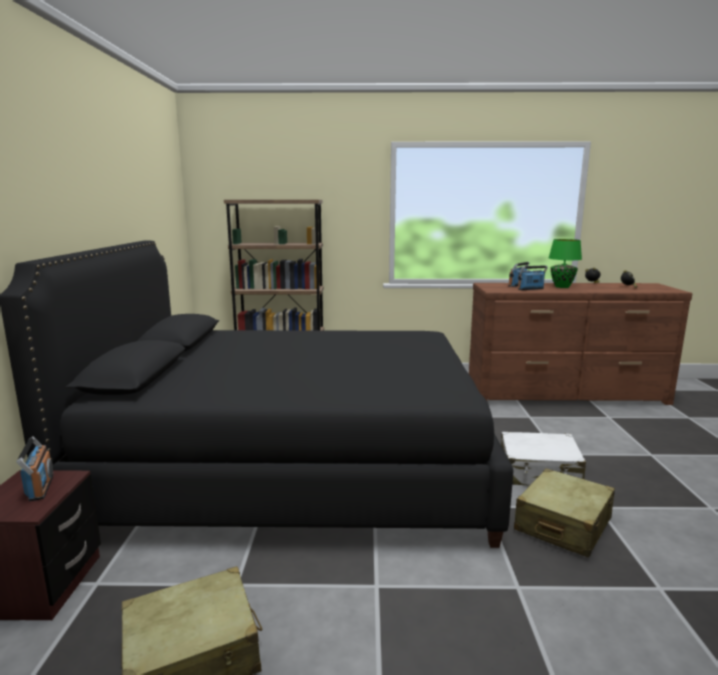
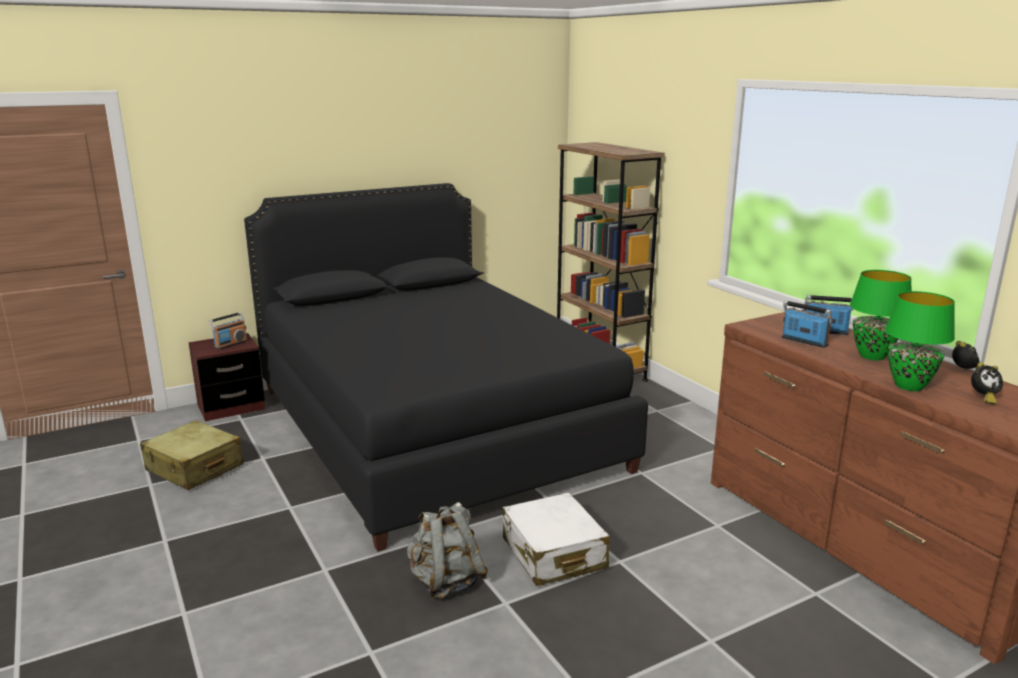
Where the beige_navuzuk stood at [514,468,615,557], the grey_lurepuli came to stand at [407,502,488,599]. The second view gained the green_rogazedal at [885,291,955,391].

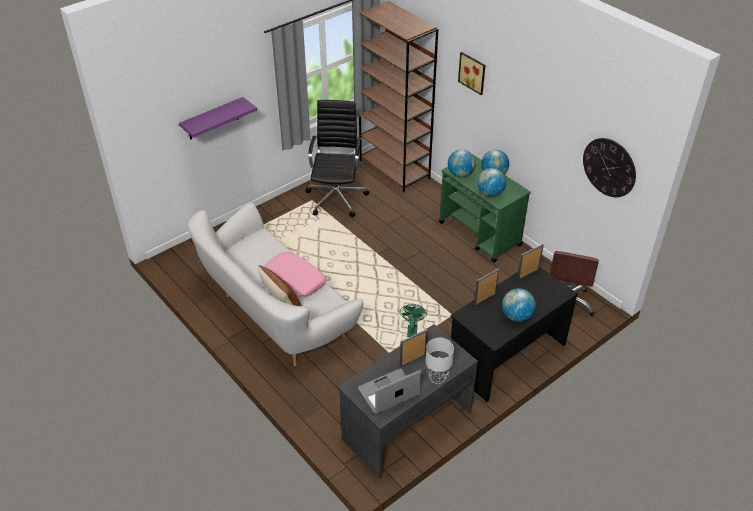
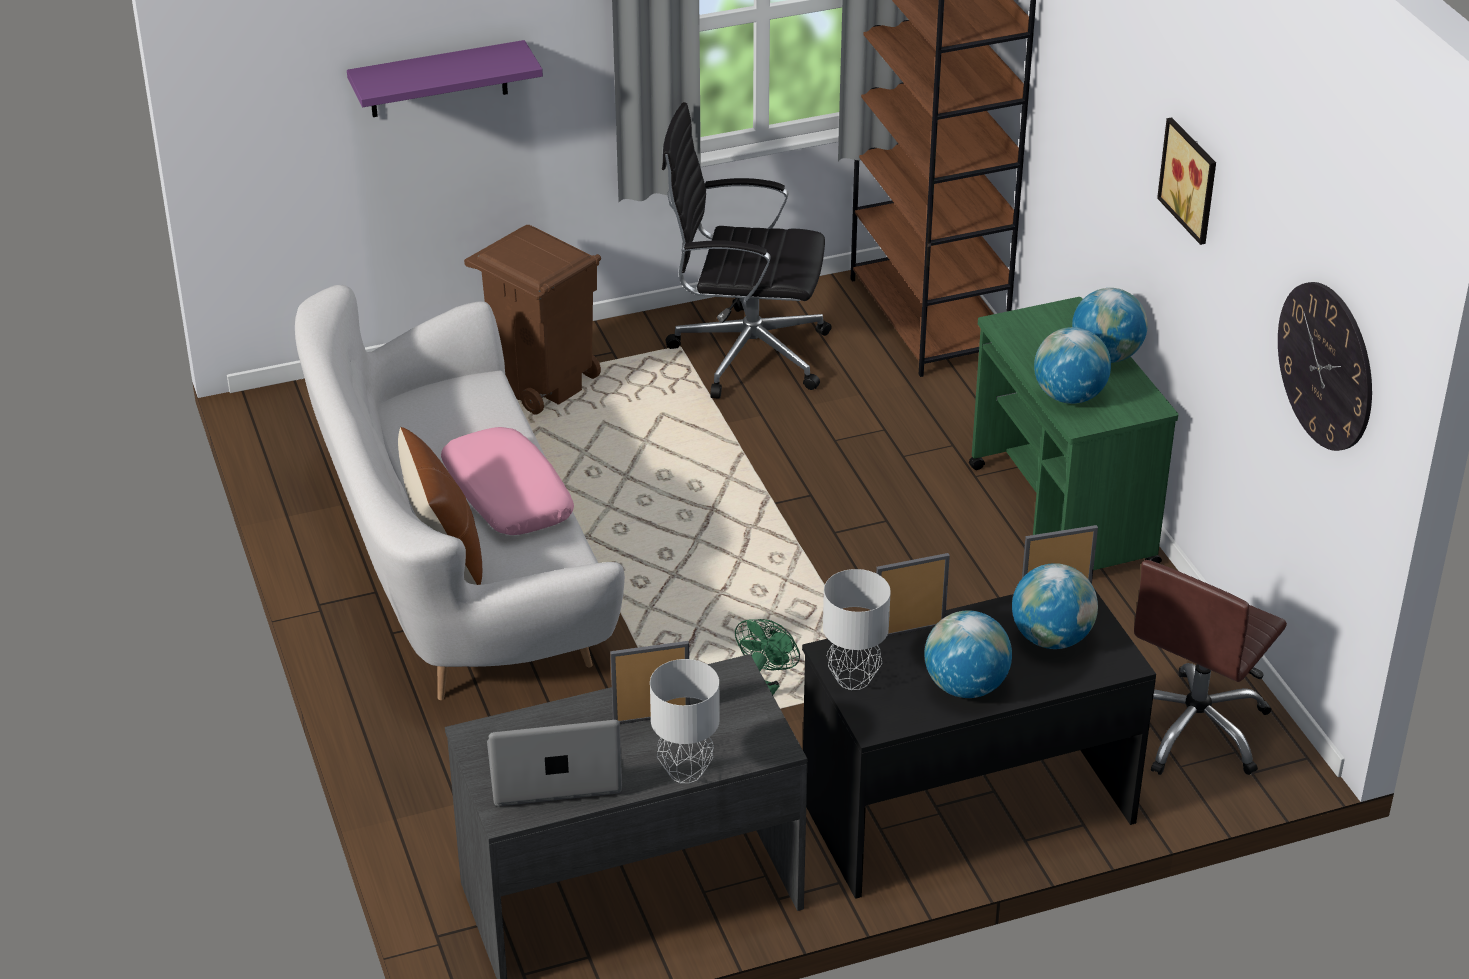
The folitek ended up elsewhere, having gone from [458,52,485,95] to [1157,117,1216,245]. The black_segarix at [306,100,369,217] ended up facing another way, 105 degrees counterclockwise from before. The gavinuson ended up elsewhere, having gone from [448,149,476,178] to [1012,563,1098,649]. The second view gained the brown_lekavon at [464,225,601,415]. The second view gained the grey_rogazedal at [823,569,891,690].

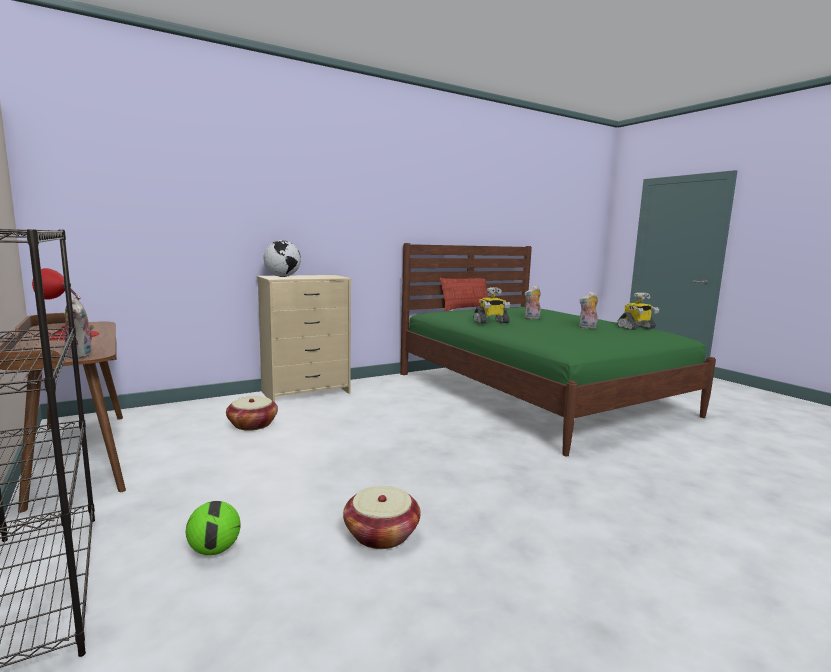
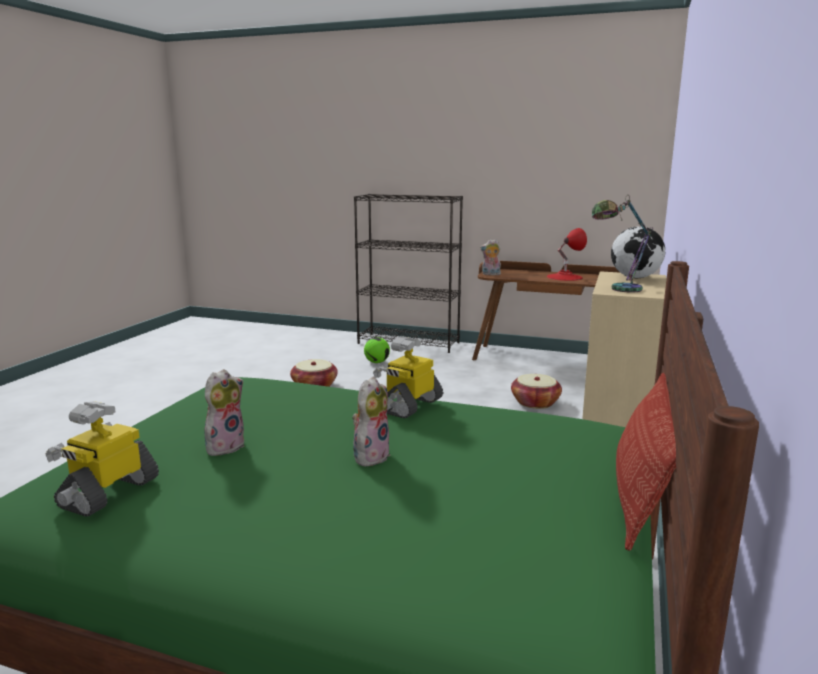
The second view gained the rogazedal at [592,195,653,293].

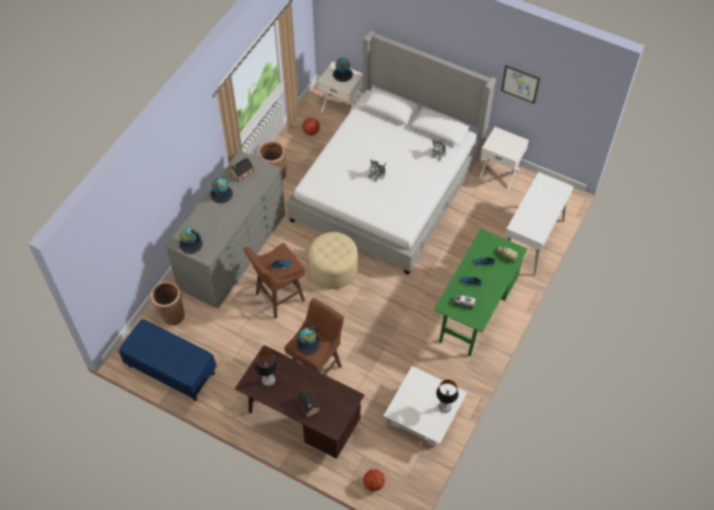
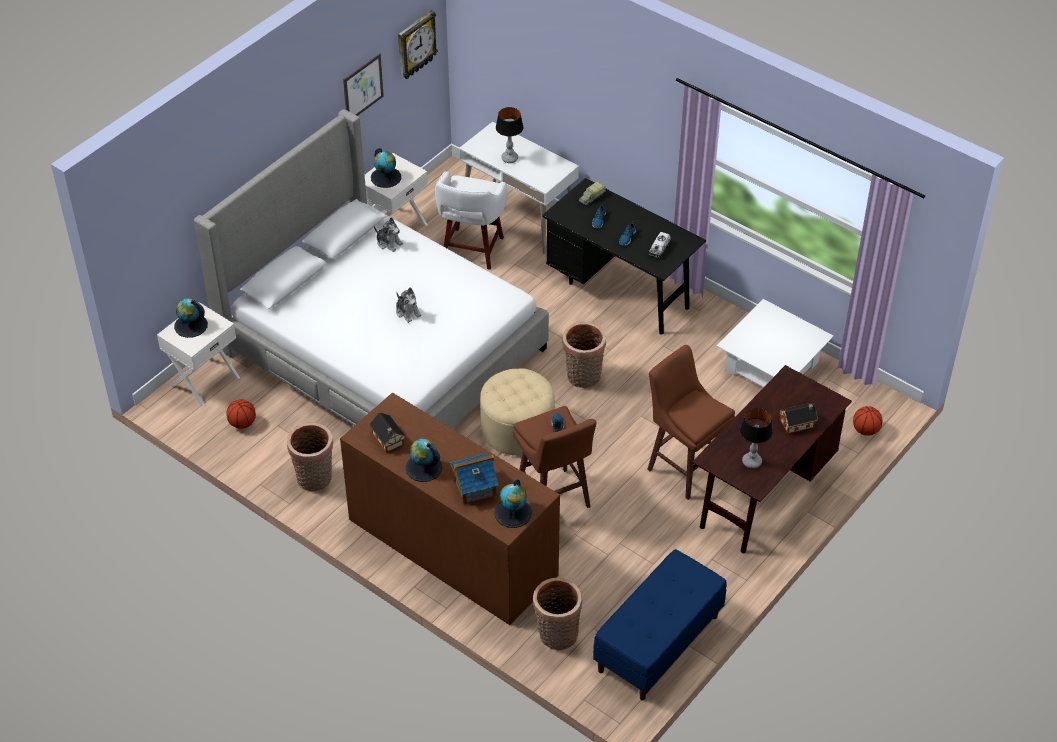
What was the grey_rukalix at [166,151,285,309] turned into the brown_rukalix at [340,393,560,625]. What was the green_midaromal at [434,229,528,357] turned into the black_midaromal at [542,178,706,335]. The gavinuson ended up elsewhere, having gone from [296,326,321,355] to [371,148,401,188]. The rogazedal ended up elsewhere, having gone from [436,380,459,413] to [496,107,524,163]. The second view gained the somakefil at [398,10,438,79]. The second view gained the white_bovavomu at [435,171,508,270]. The second view gained the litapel at [562,322,606,388]. The second view gained the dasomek at [450,453,498,505].

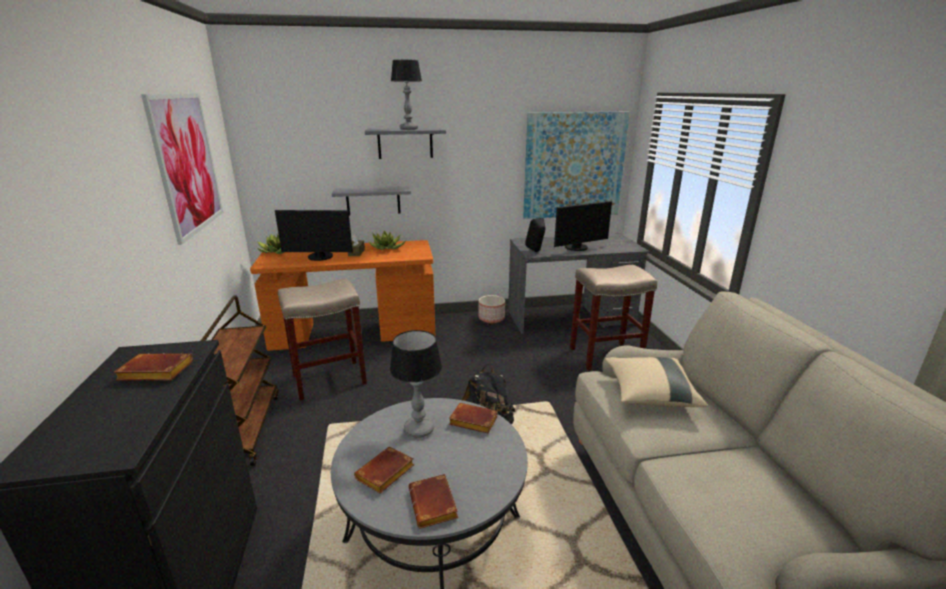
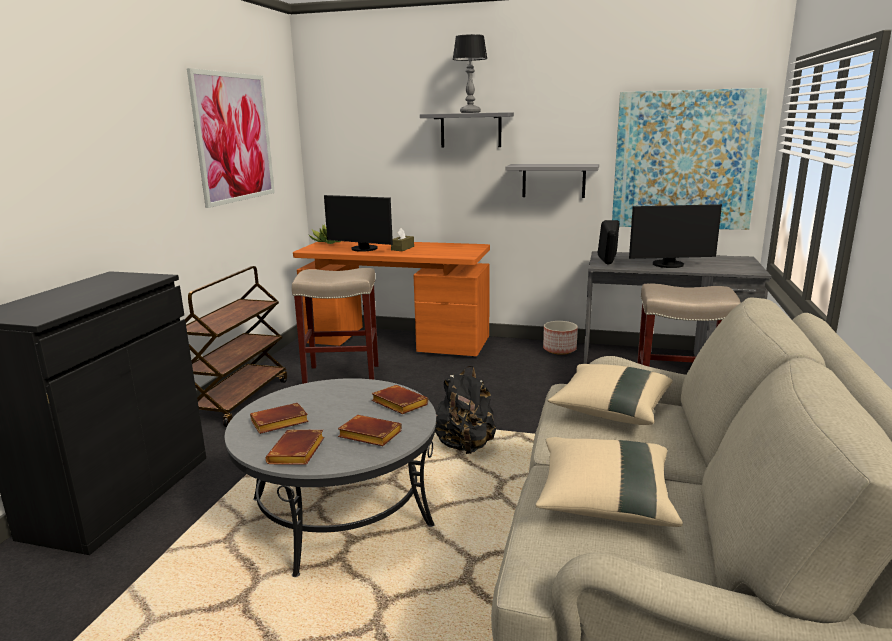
The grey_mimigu ended up elsewhere, having gone from [332,186,411,216] to [505,164,599,198]. The second view lost the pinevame at [368,230,405,250]. The second view lost the rogazedal at [390,330,442,438]. The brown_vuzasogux ended up elsewhere, having gone from [114,353,193,381] to [338,415,402,446]. The second view gained the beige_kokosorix at [536,437,683,527].

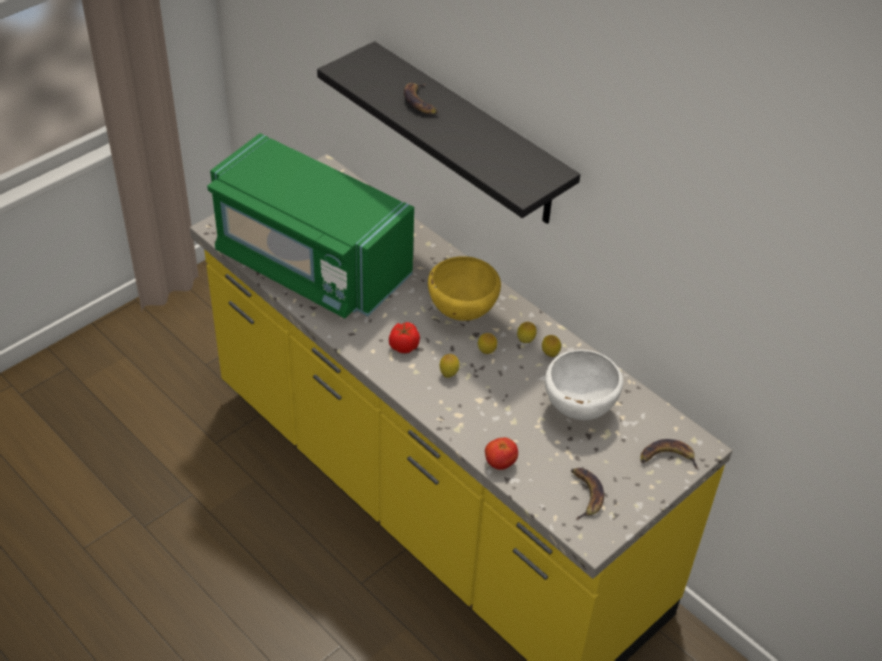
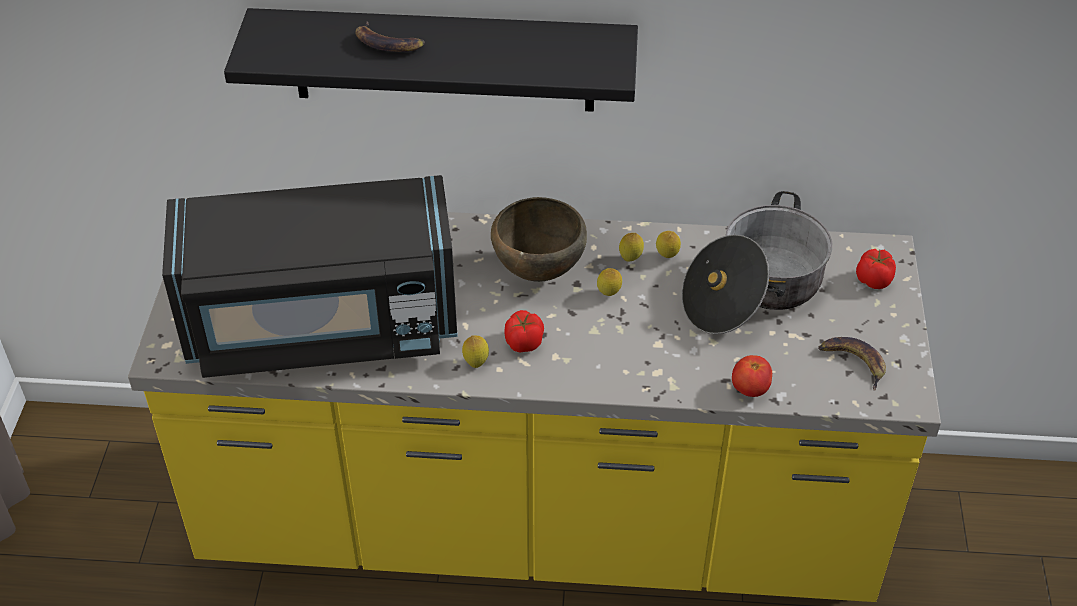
What was the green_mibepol at [207,133,414,318] turned into the black_mibepol at [162,175,458,378]. What was the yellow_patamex at [428,256,501,321] turned into the brown_patamex at [491,197,587,282]. Where the white_patamex stood at [545,350,623,420], the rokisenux came to stand at [682,191,832,334]. The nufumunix ended up elsewhere, having gone from [440,353,460,378] to [462,336,489,368]. Where the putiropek stood at [640,439,698,469], the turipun came to stand at [856,249,896,289].

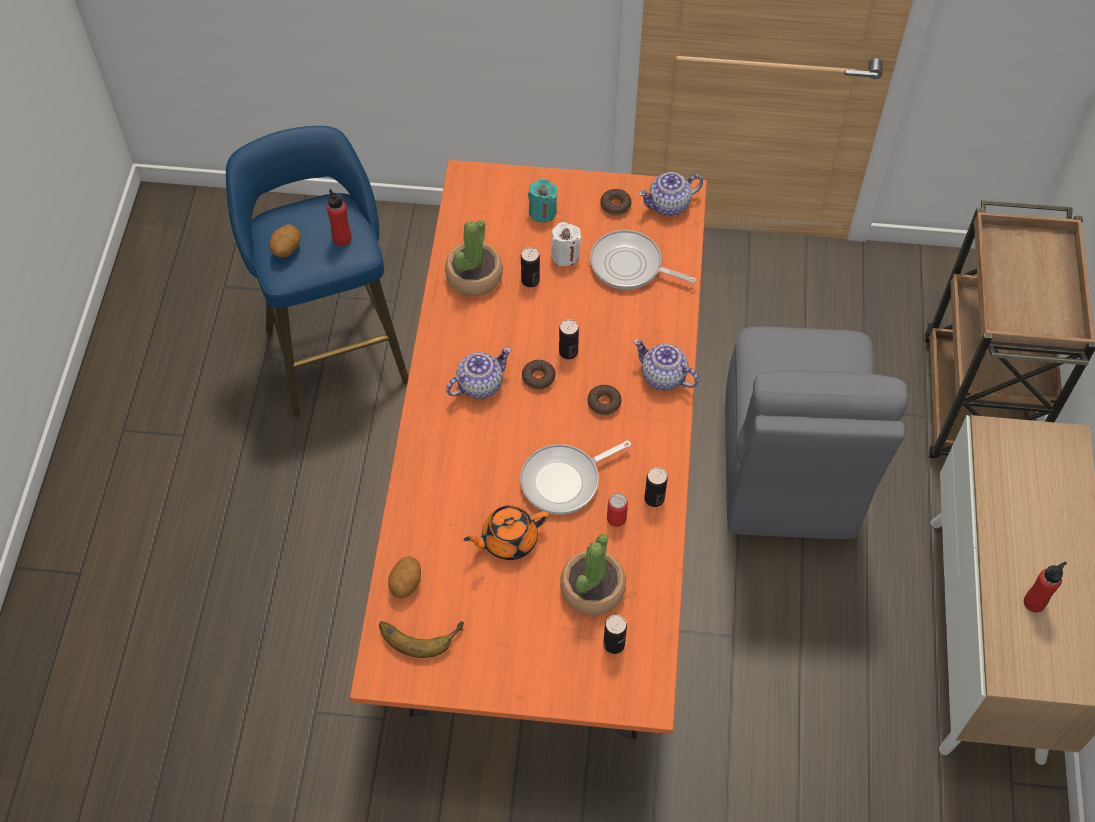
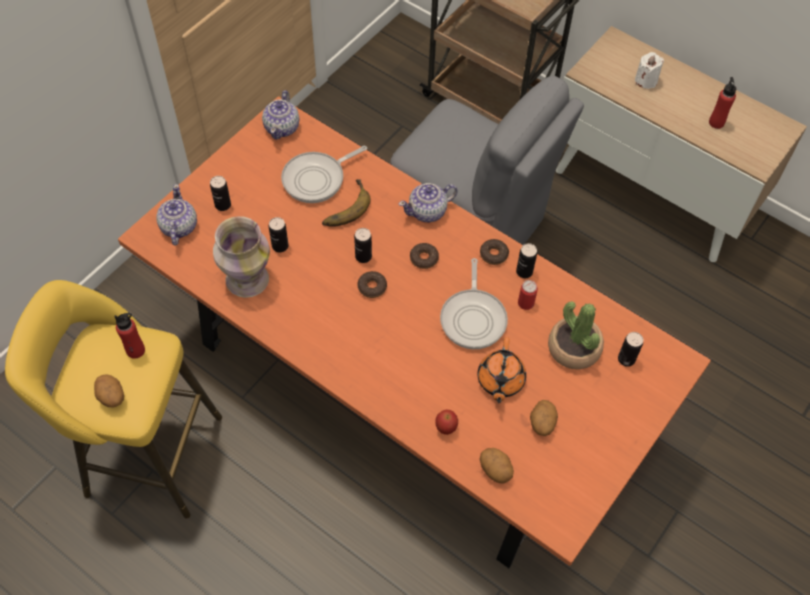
What was the blue_bovavomu at [226,126,409,417] turned into the yellow_bovavomu at [5,280,222,519]. Where the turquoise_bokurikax stood at [528,179,558,222], the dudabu came to stand at [210,176,231,211]. The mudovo ended up elsewhere, having gone from [600,189,631,216] to [480,239,509,265]. Where the pinevame stood at [445,220,503,296], the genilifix came to stand at [213,216,270,298]. The white_bokurikax ended up elsewhere, having gone from [551,222,581,266] to [635,52,664,89]. The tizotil ended up elsewhere, having gone from [446,347,511,399] to [156,184,197,246]. The putiropek ended up elsewhere, having gone from [379,621,464,658] to [322,179,371,227]. The second view gained the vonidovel at [530,400,558,436]. The second view gained the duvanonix at [436,410,458,435].

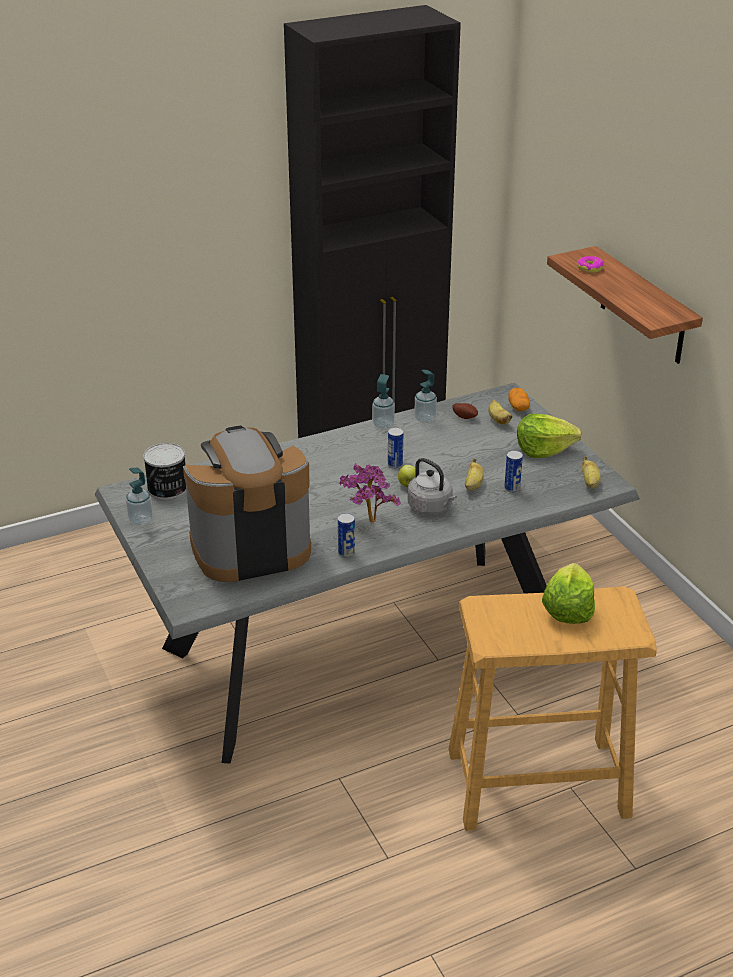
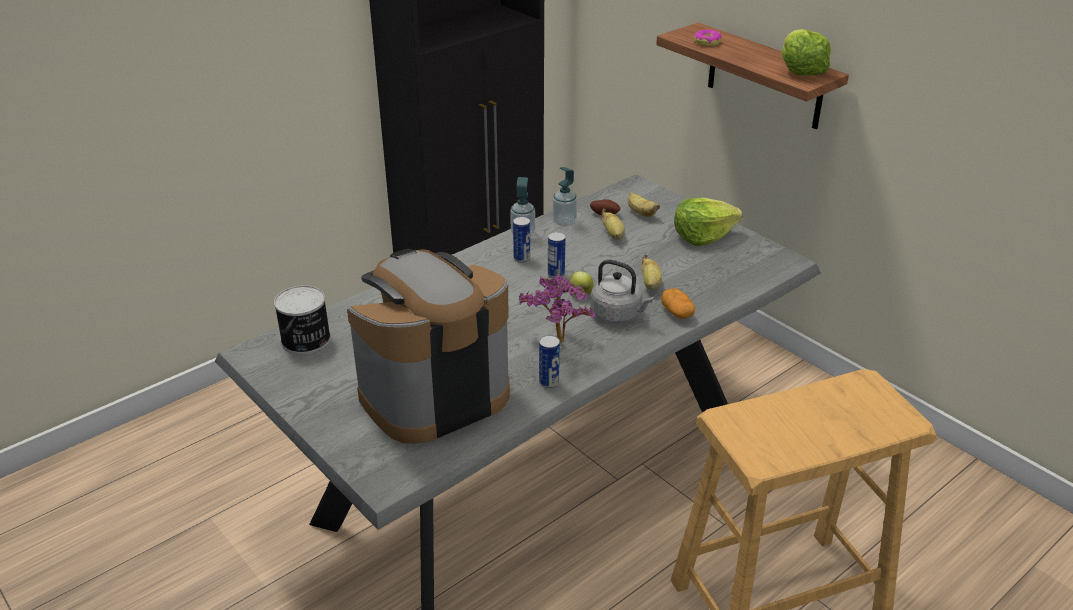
The vonidovel ended up elsewhere, having gone from [508,388,530,411] to [661,288,695,319]. The dudabu ended up elsewhere, having gone from [504,450,523,493] to [513,217,530,263]. The putiropek ended up elsewhere, having gone from [582,456,601,489] to [602,209,625,240]. The second view lost the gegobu at [126,468,153,526]. The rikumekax ended up elsewhere, having gone from [542,563,595,624] to [782,29,831,76].

